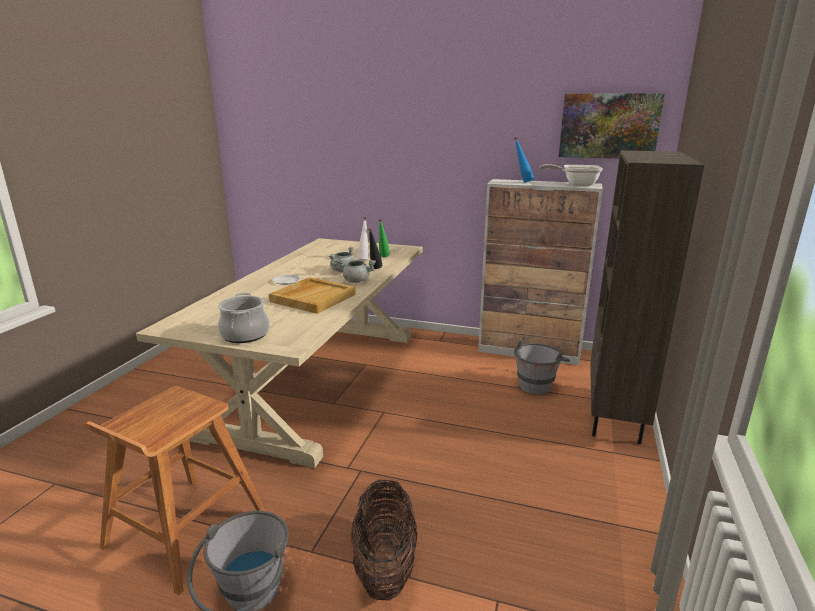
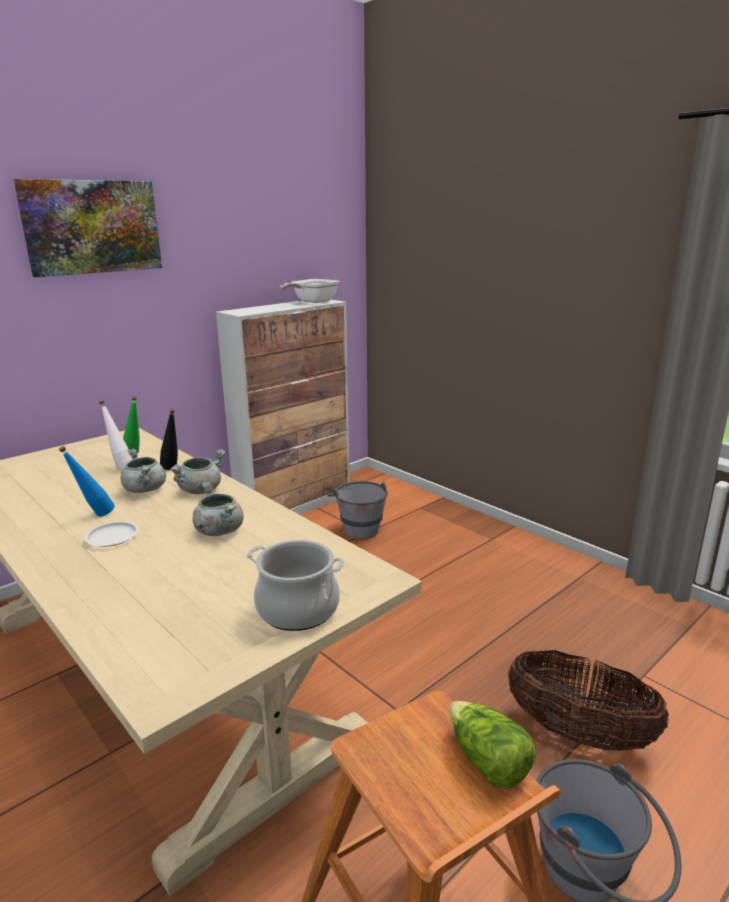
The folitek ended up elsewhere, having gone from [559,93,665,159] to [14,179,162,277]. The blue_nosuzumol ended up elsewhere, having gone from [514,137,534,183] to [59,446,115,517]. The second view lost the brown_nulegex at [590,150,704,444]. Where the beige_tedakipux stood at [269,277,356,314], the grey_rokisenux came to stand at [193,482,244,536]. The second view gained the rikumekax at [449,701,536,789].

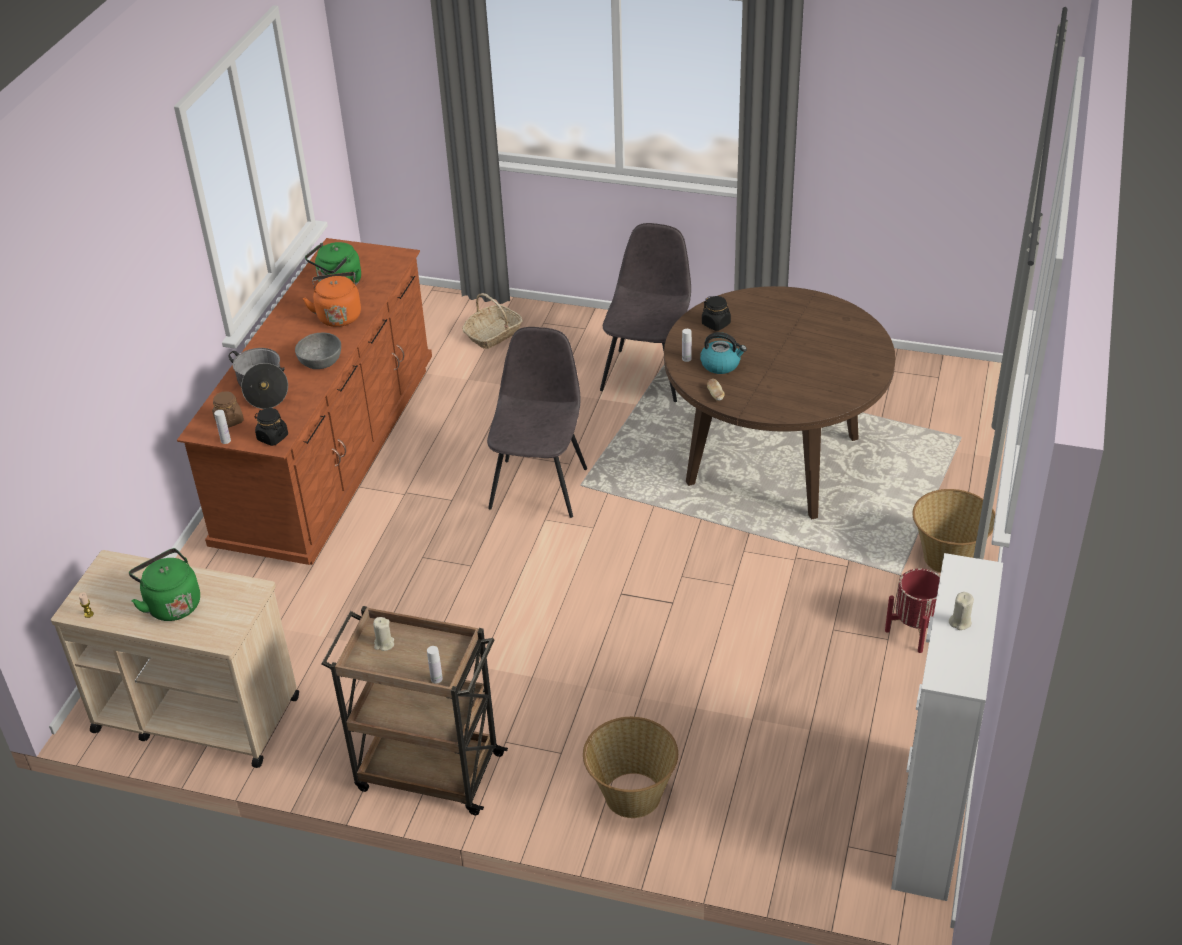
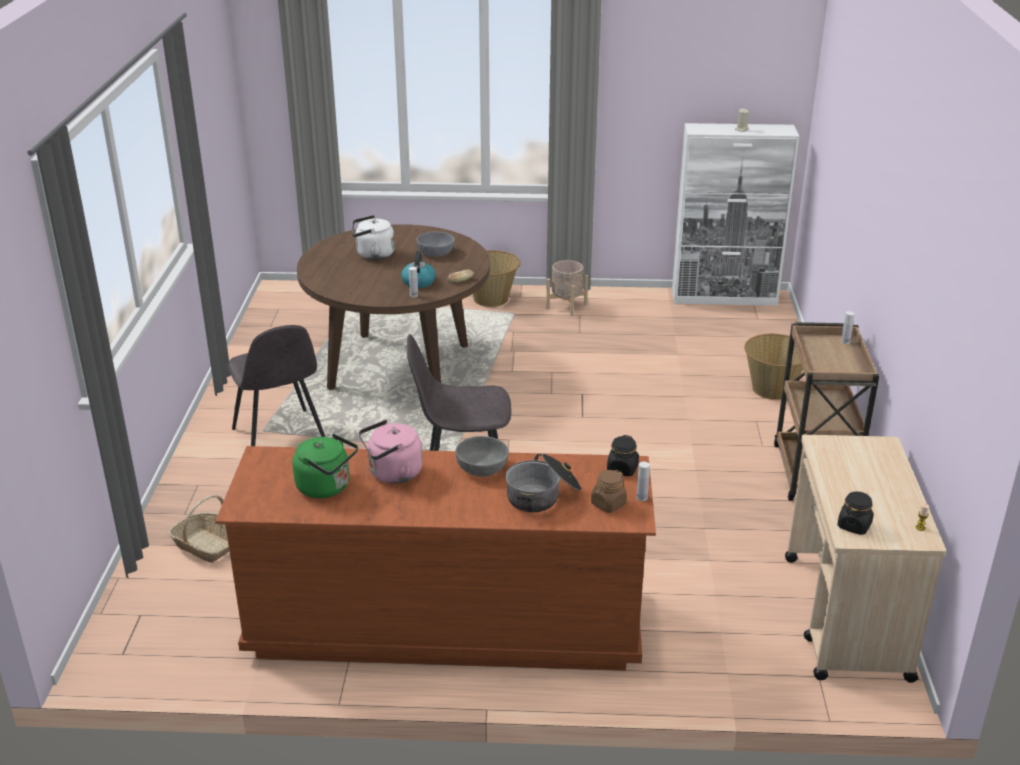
The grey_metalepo at [600,223,691,402] ended up facing another way, 120 degrees counterclockwise from before. What was the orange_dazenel at [303,272,361,327] turned into the pink_dazenel at [358,420,423,484]. The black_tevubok ended up elsewhere, having gone from [702,296,731,331] to [837,492,874,535]. The second view lost the green_dazenel at [129,548,200,621]. What was the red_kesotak at [885,569,940,653] turned into the beige_kesotak at [546,260,588,316]. The second view lost the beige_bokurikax at [373,617,394,651]. The second view gained the white_dazenel at [352,215,395,260]. The second view gained the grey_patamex at [417,232,455,257].

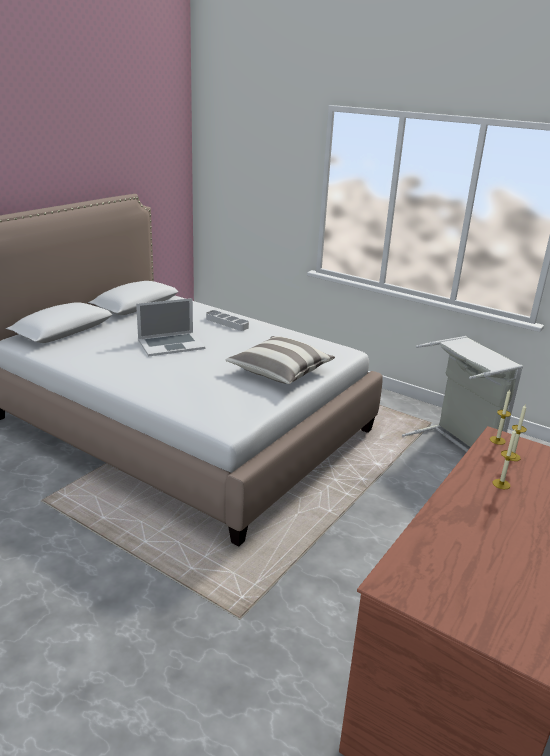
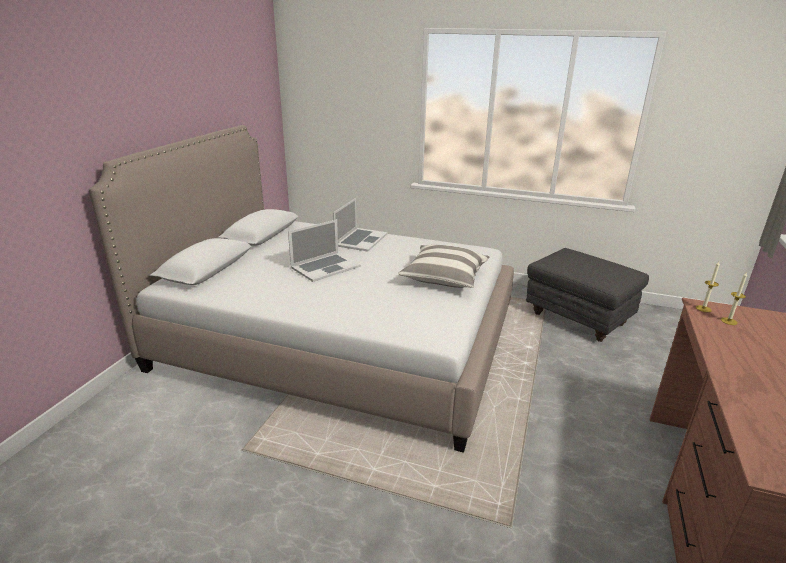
Where the grey_tedakipux stood at [206,310,249,331], the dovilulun came to stand at [333,198,387,252]. Where the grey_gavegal stood at [402,336,523,452], the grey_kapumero came to stand at [526,248,649,342]. The second view lost the bokurikax at [493,429,517,489].

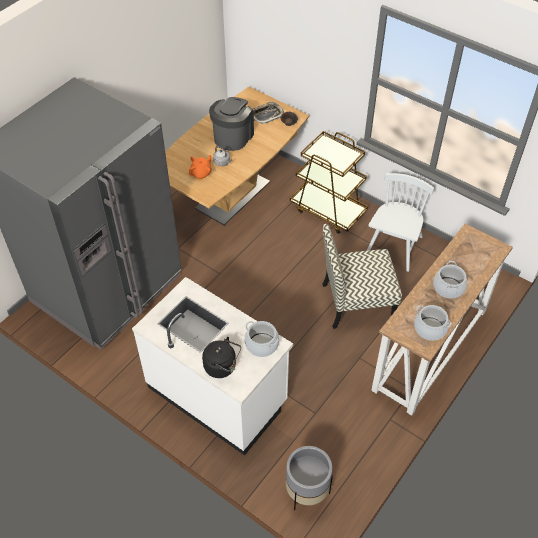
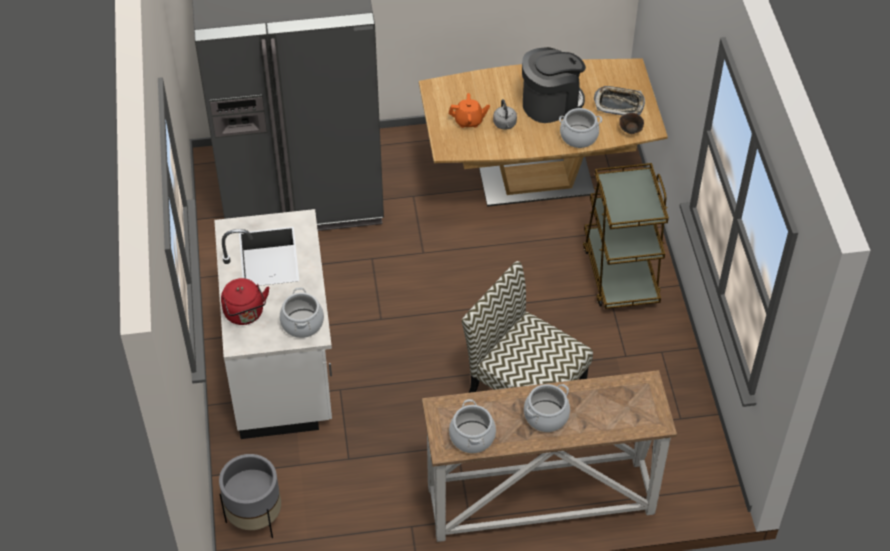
The second view lost the white_metalepo at [367,173,434,272]. What was the black_dazenel at [202,337,241,378] turned into the red_dazenel at [221,278,270,325]. The second view gained the rokisenux at [559,108,602,148].

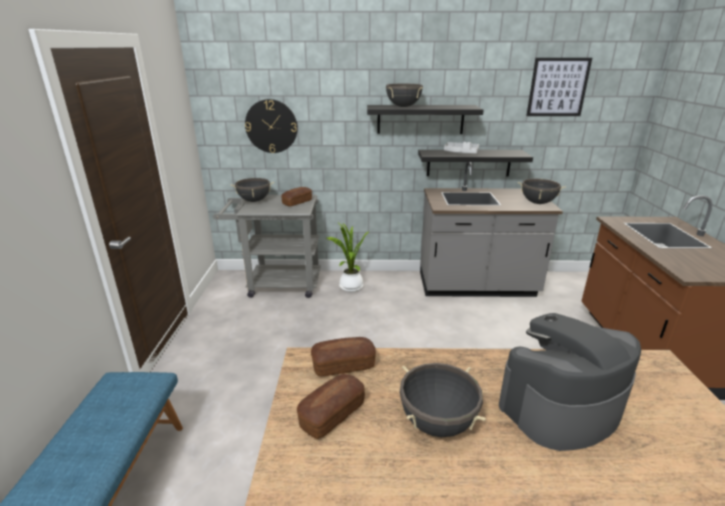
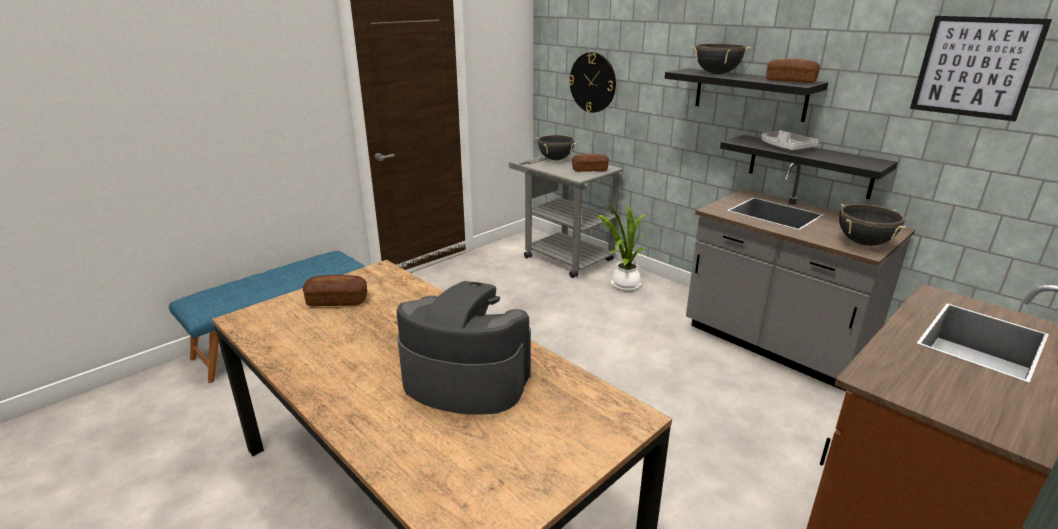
The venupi ended up elsewhere, having gone from [311,337,376,376] to [766,59,820,83]. The second view lost the black_rokisenux at [399,363,486,437].

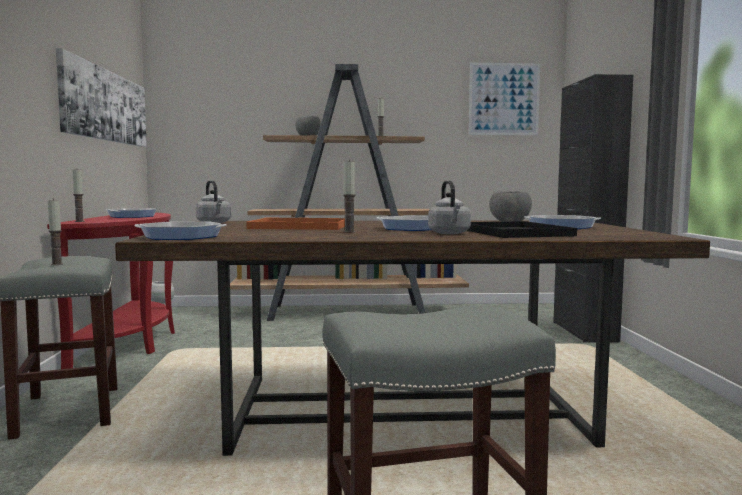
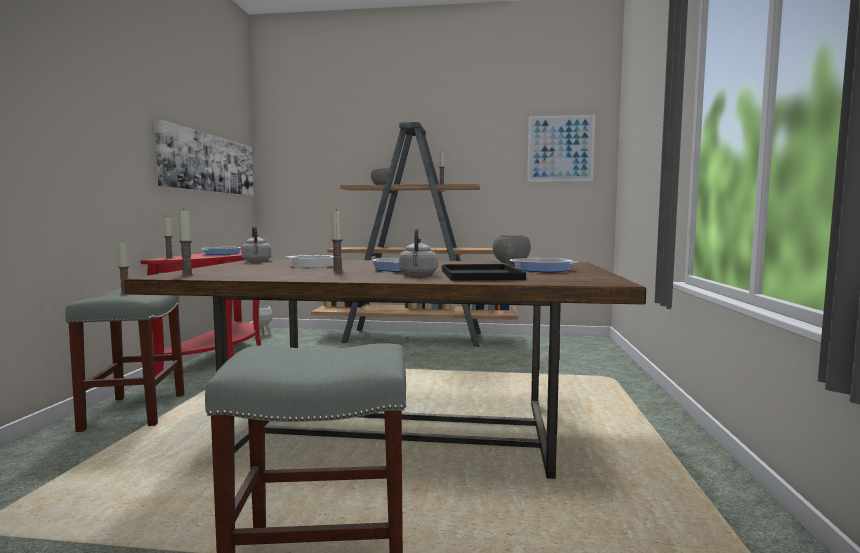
The second view lost the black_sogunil at [553,74,633,343]. Where the orange_tedakipux stood at [247,218,345,230], the rokisenux came to stand at [286,255,334,268]. Where the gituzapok stood at [134,221,227,240], the bokurikax came to stand at [178,208,194,276].

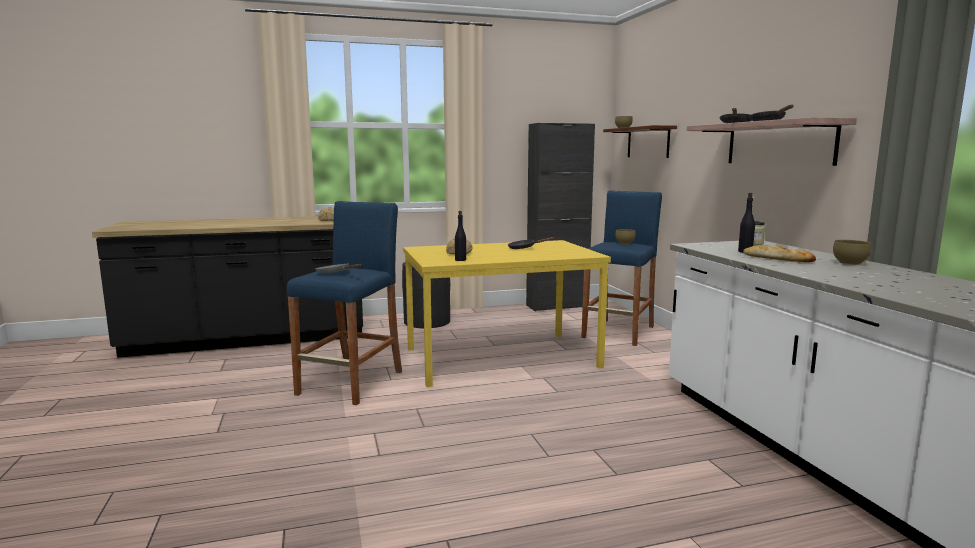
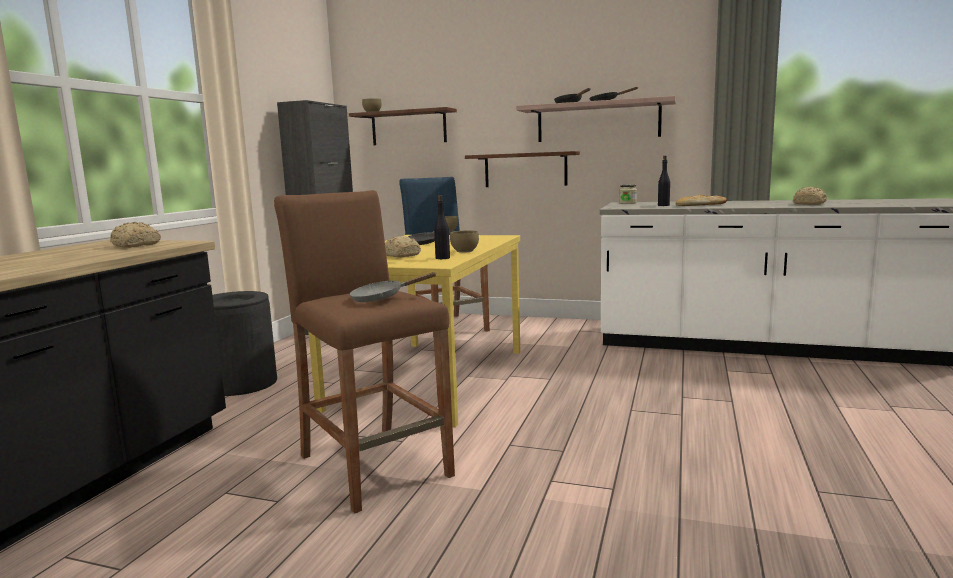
What was the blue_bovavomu at [286,201,402,405] turned into the brown_bovavomu at [274,190,455,514]. The brown_patamex ended up elsewhere, having gone from [833,240,871,265] to [450,231,479,253]. The second view gained the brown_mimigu at [465,151,580,187]. The second view gained the venupi at [793,187,827,205].

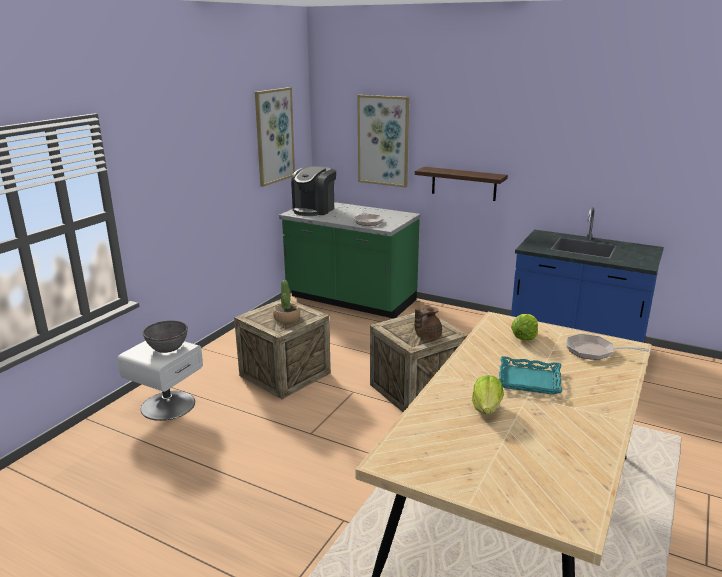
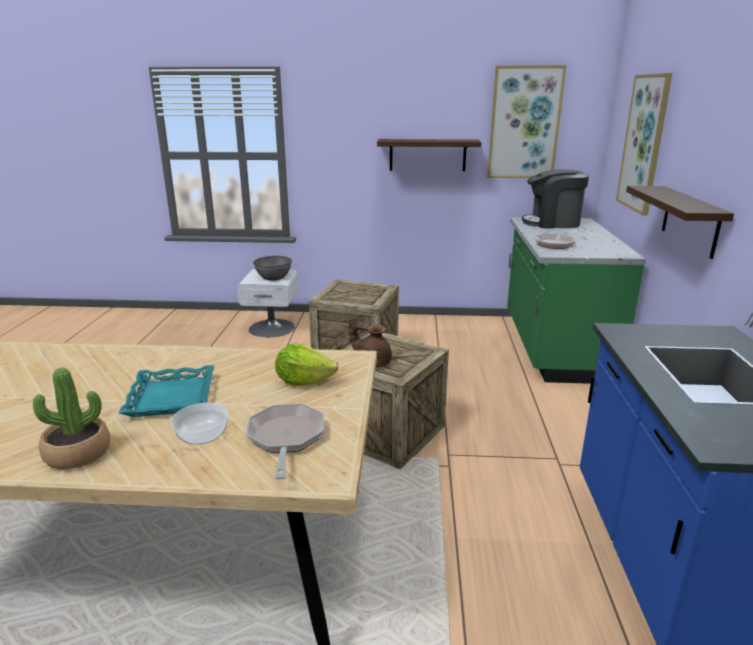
The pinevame ended up elsewhere, having gone from [273,280,300,323] to [33,368,110,469]. The second view lost the rikumekax at [472,375,504,415]. The second view gained the mimigu at [377,139,482,171]. The second view gained the patamex at [171,403,228,445].

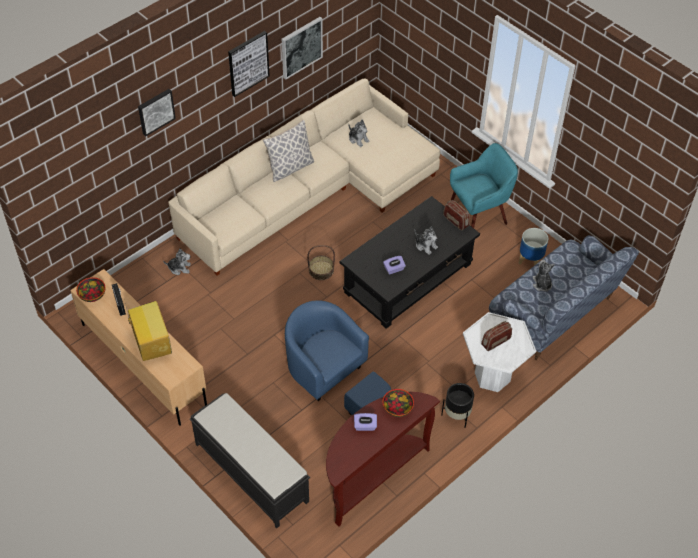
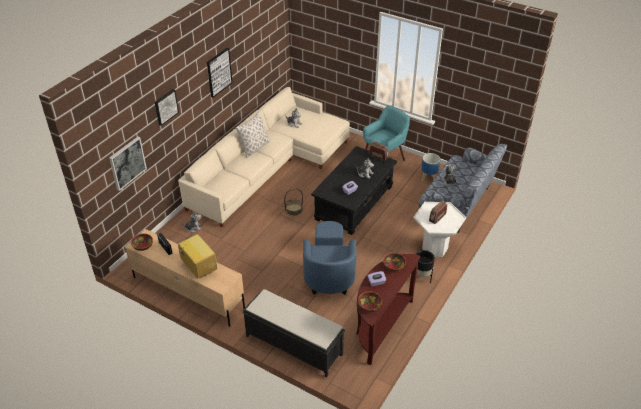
The folitek ended up elsewhere, having gone from [282,17,323,80] to [109,137,147,191]. The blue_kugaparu at [285,300,391,415] ended up facing another way, 120 degrees counterclockwise from before. The second view gained the patamex at [358,291,382,312].

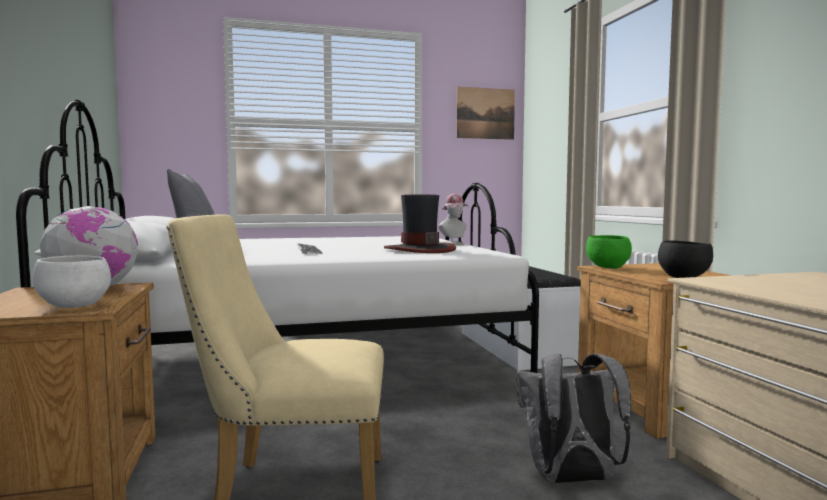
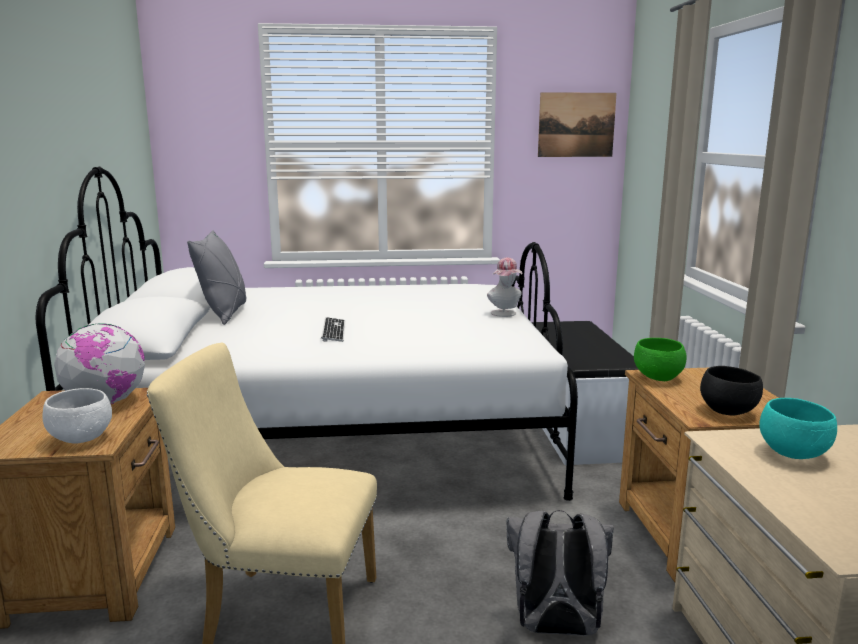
The second view lost the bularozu at [384,194,456,253]. The second view gained the turquoise_patamex at [759,398,837,459].

